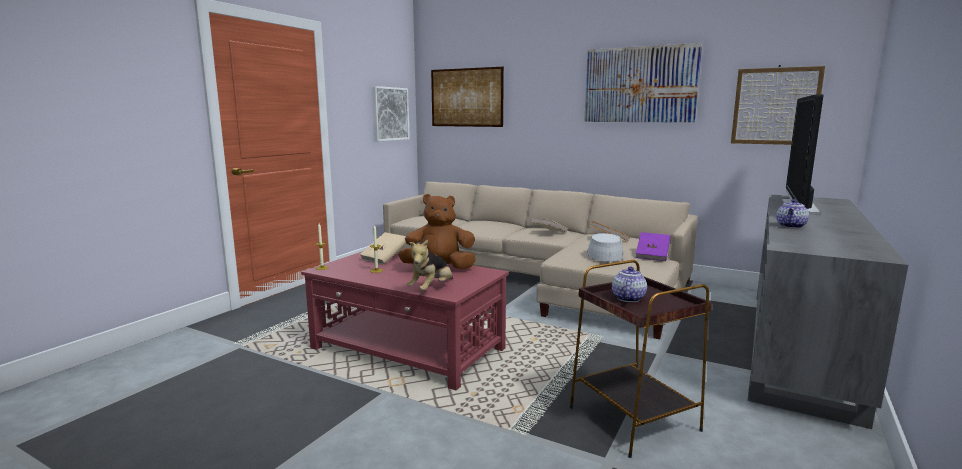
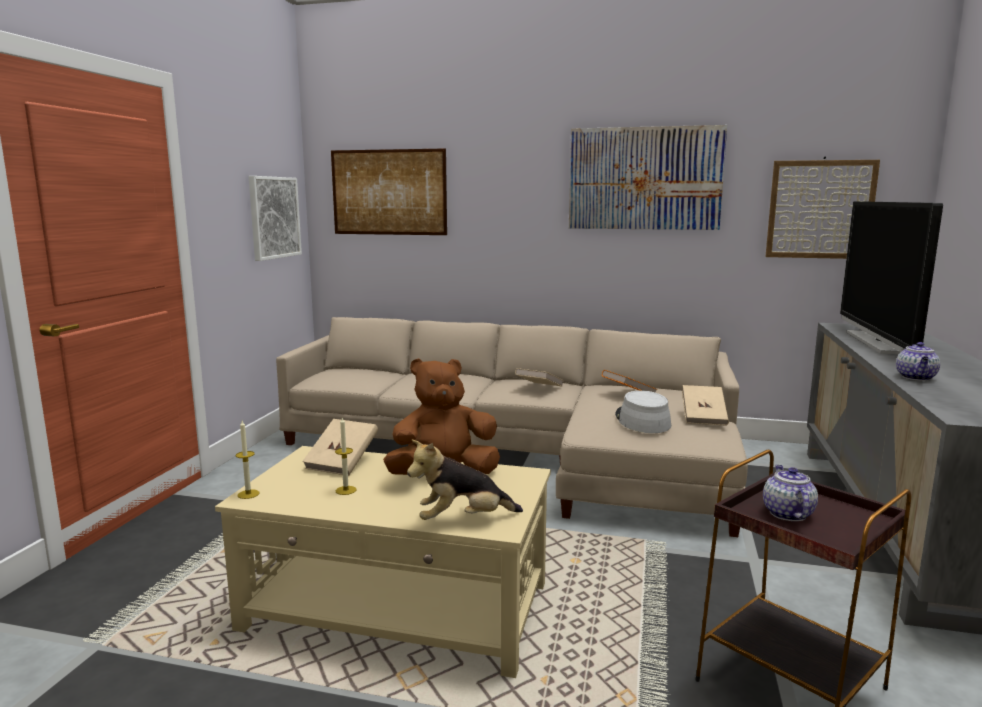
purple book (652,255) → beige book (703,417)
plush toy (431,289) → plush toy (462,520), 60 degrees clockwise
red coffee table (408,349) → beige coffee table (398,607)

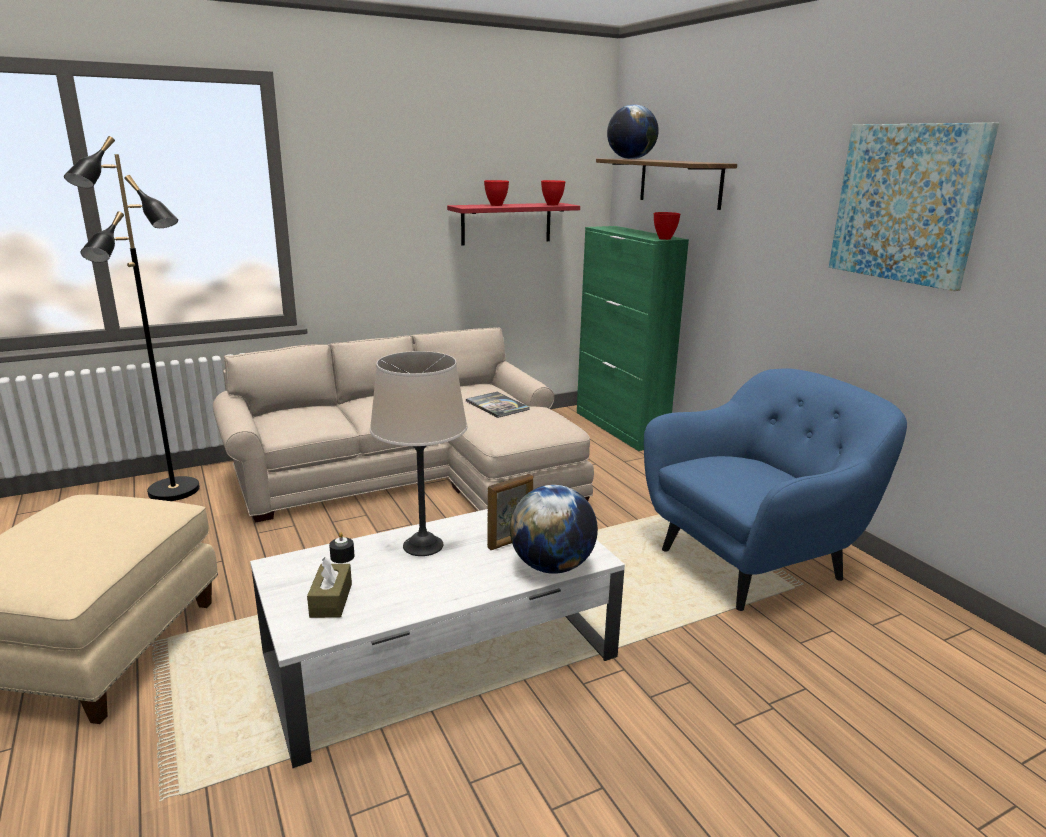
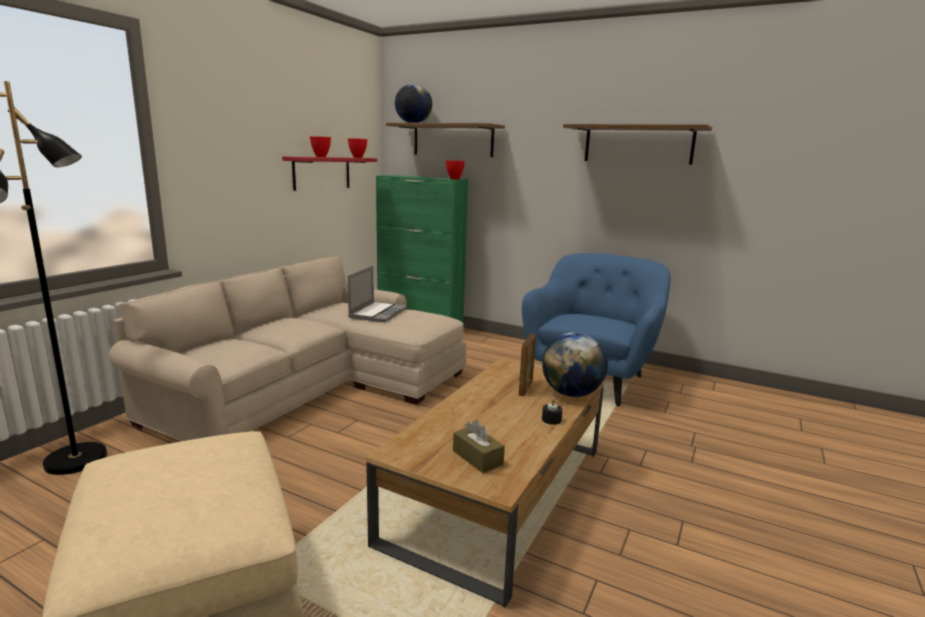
picture (906,203) → shelf (638,144)
beige table lamp (423,545) → -
book (497,405) → laptop (377,313)
white coffee table (442,654) → brown coffee table (500,491)
black candle (342,556) → black candle (551,419), move

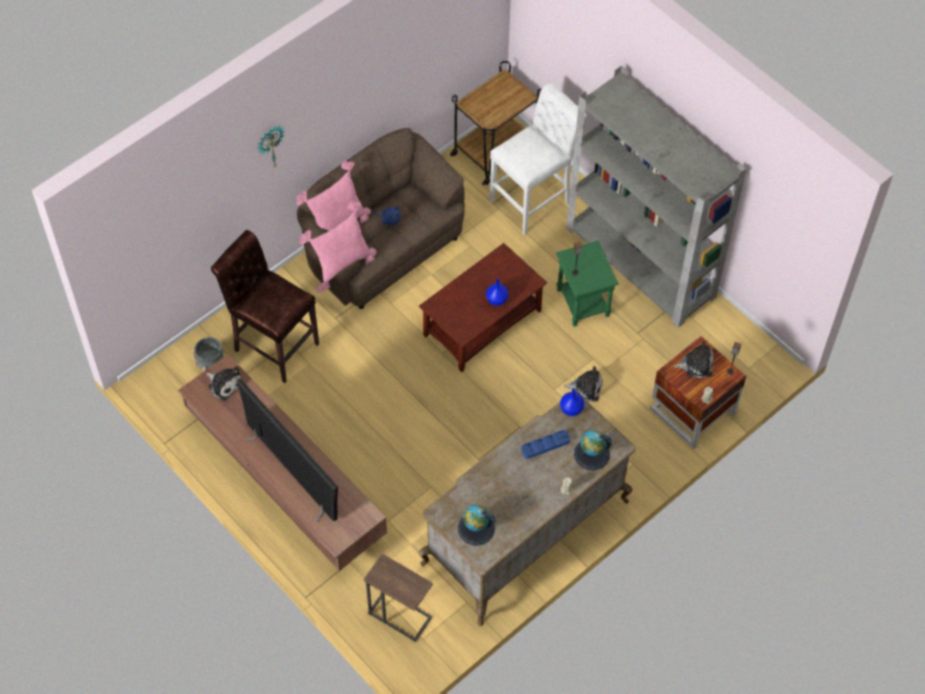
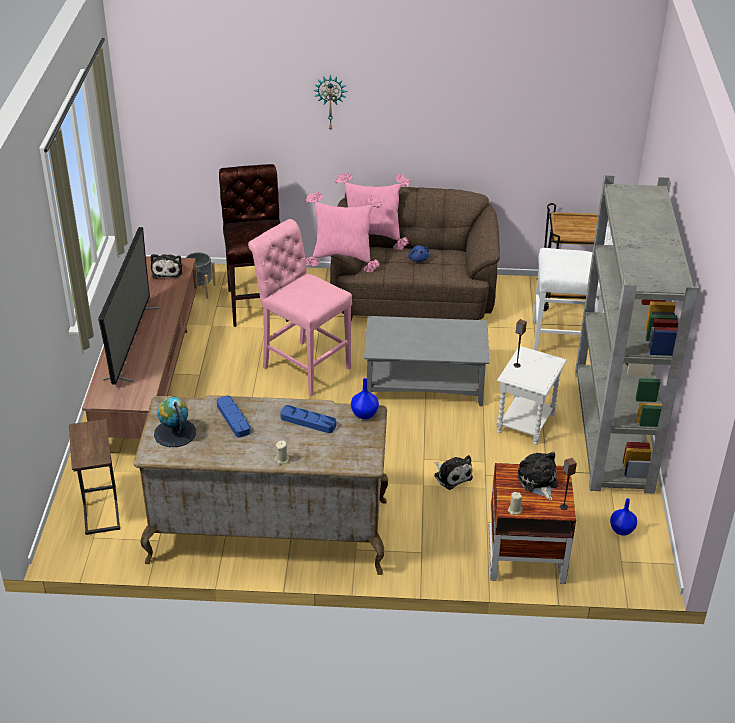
green side table (584,302) → white side table (527,423)
brown coffee table (483,322) → grey coffee table (425,384)
blue vase (497,300) → blue vase (621,530), move
plush toy (696,364) → plush toy (538,481), 150 degrees counterclockwise
globe (592,454) → -
- → pink stool (303,365)
- → blue tray (233,419)

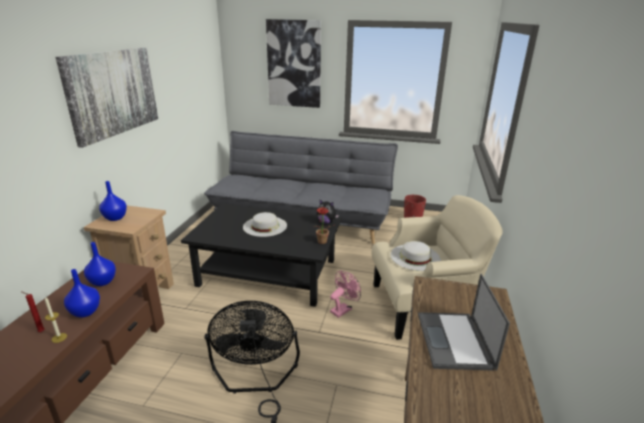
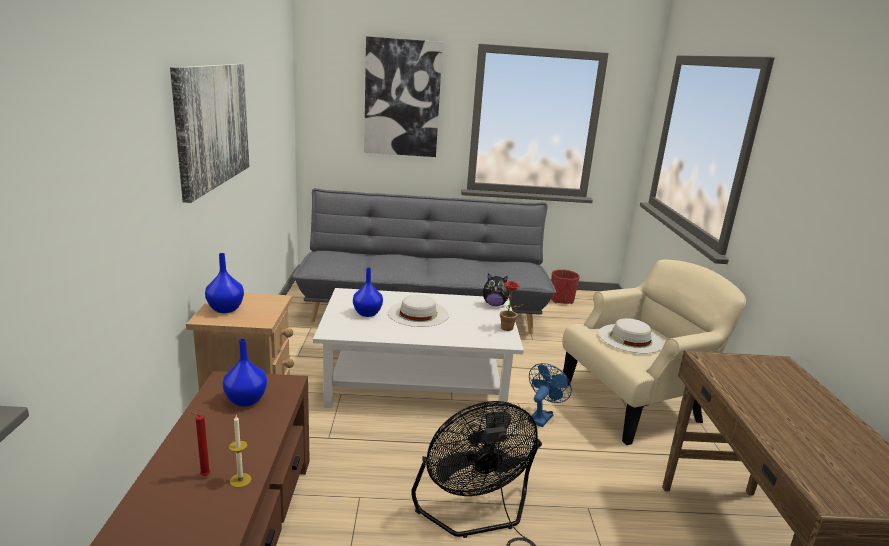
black coffee table (268,272) → white coffee table (417,380)
blue vase (86,311) → blue vase (367,313), move
pink fan (343,309) → blue fan (542,416)
laptop (455,341) → -

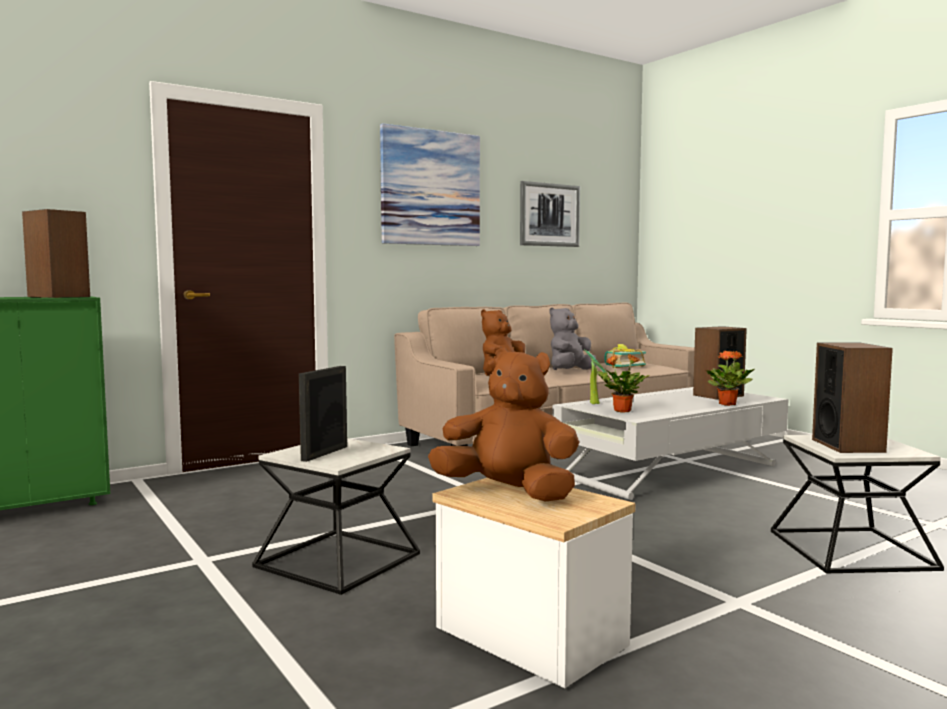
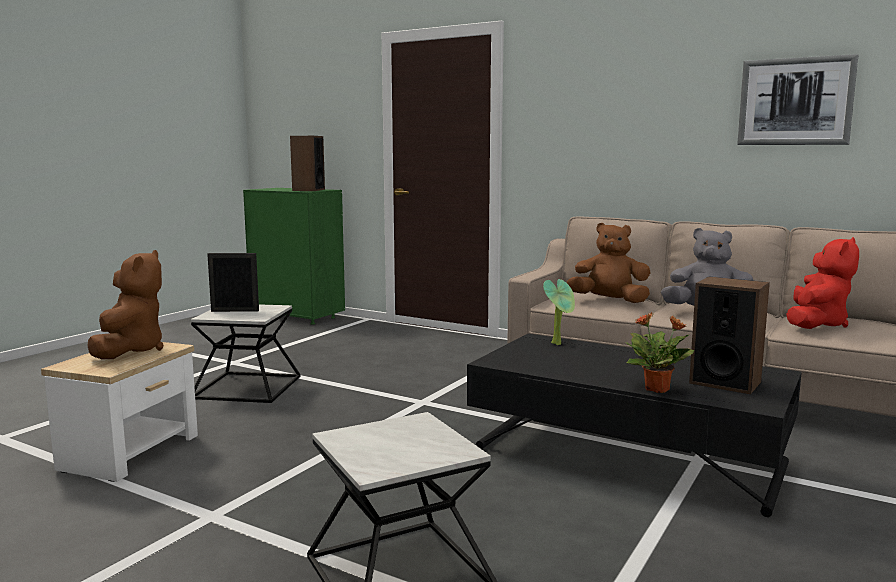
picture (430,188) → -
speaker (848,445) → -
book (622,366) → red plush toy (816,324)
potted plant (621,411) → -
white coffee table (672,471) → black coffee table (628,457)

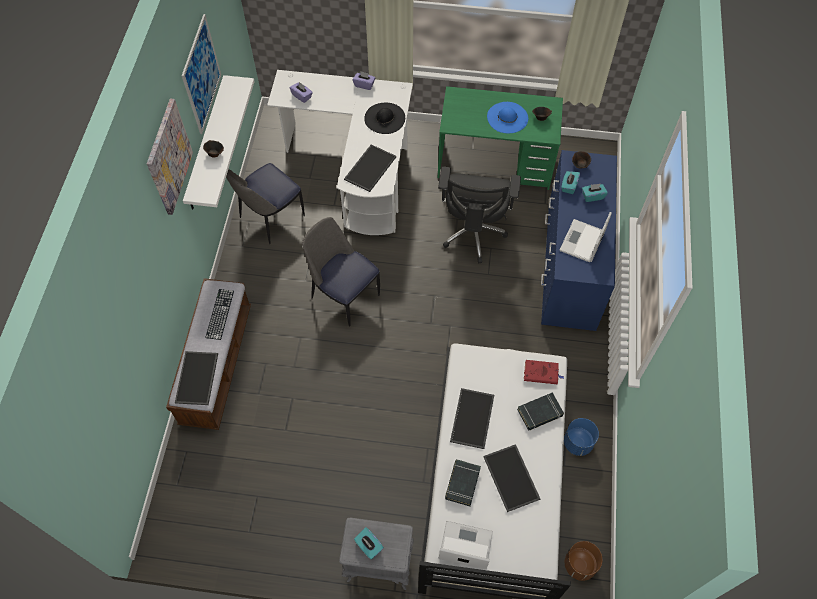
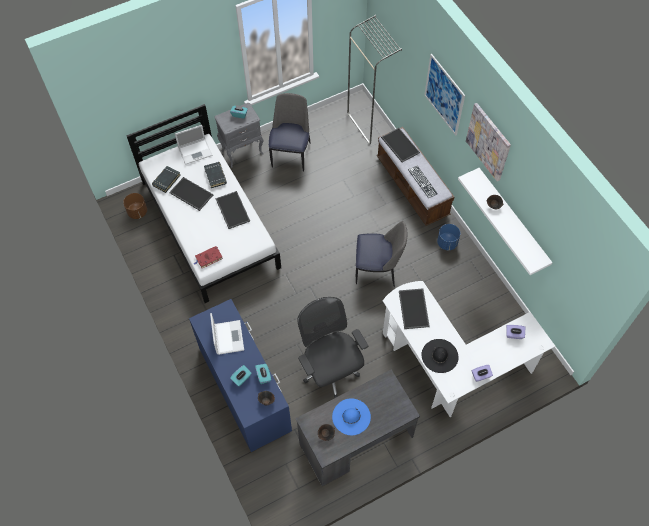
picture (201,75) → picture (444,95), move
green desk (495,164) → grey desk (356,440)
chair (270,218) → chair (291,154), move
black book (540,413) → black book (166,180), move
blue planter (577,442) → blue planter (447,243), move
- → grey clothes rack (369,124)

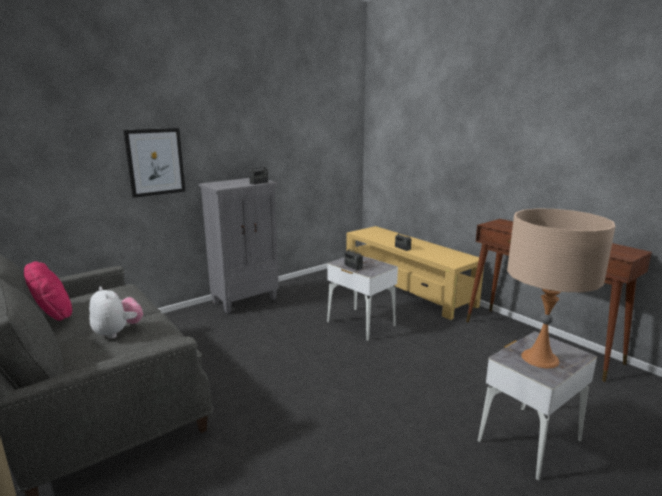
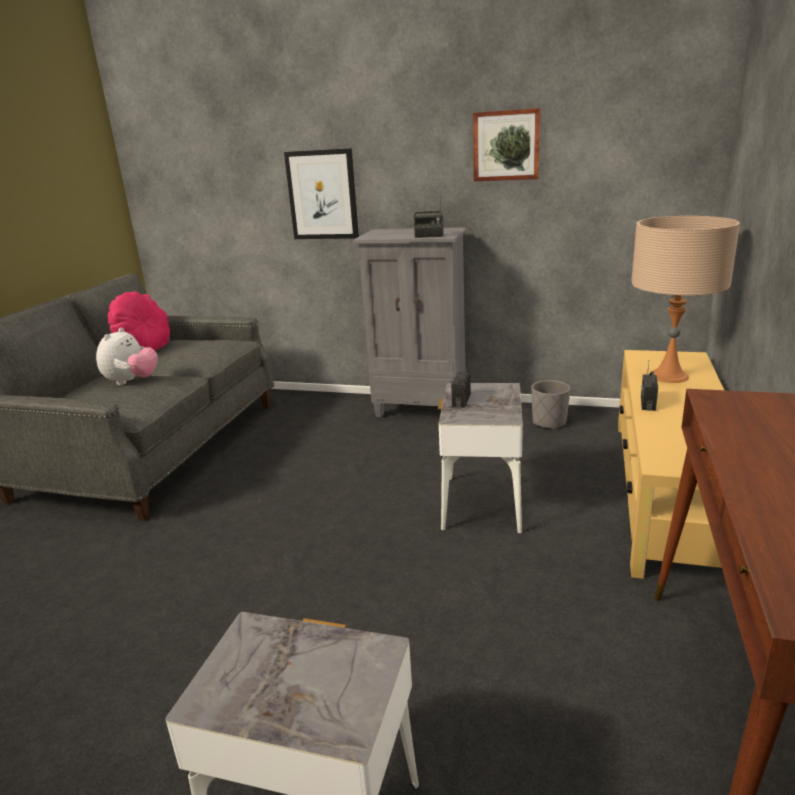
beige table lamp (540,358) → beige table lamp (668,376), move
- → picture (506,145)
- → grey planter (549,422)

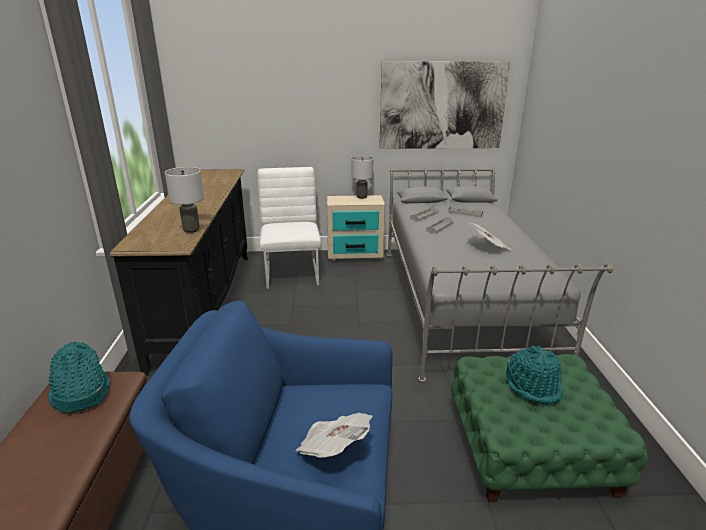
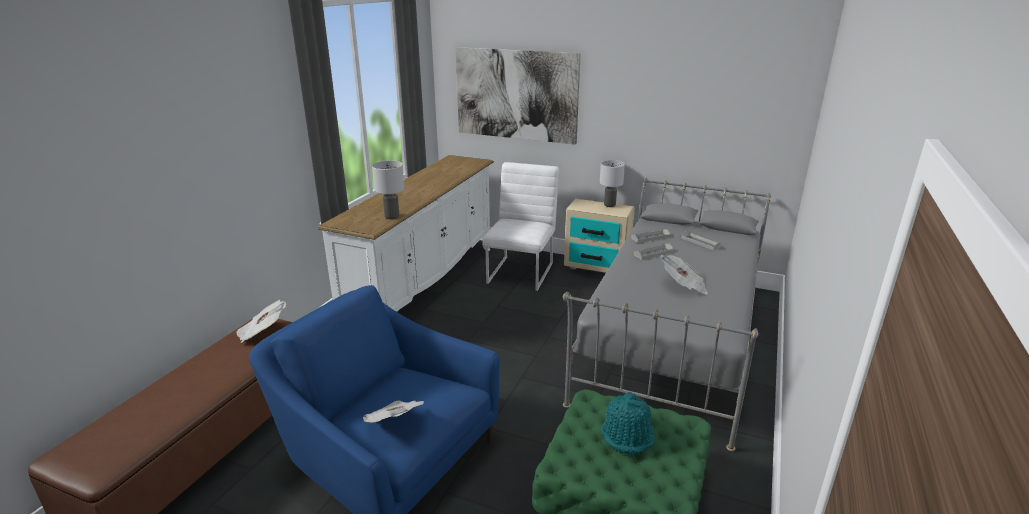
picture (442,106) → picture (516,94), move
black dresser (207,304) → white dresser (425,287)
turquoise hat (80,393) → newspaper (262,332)

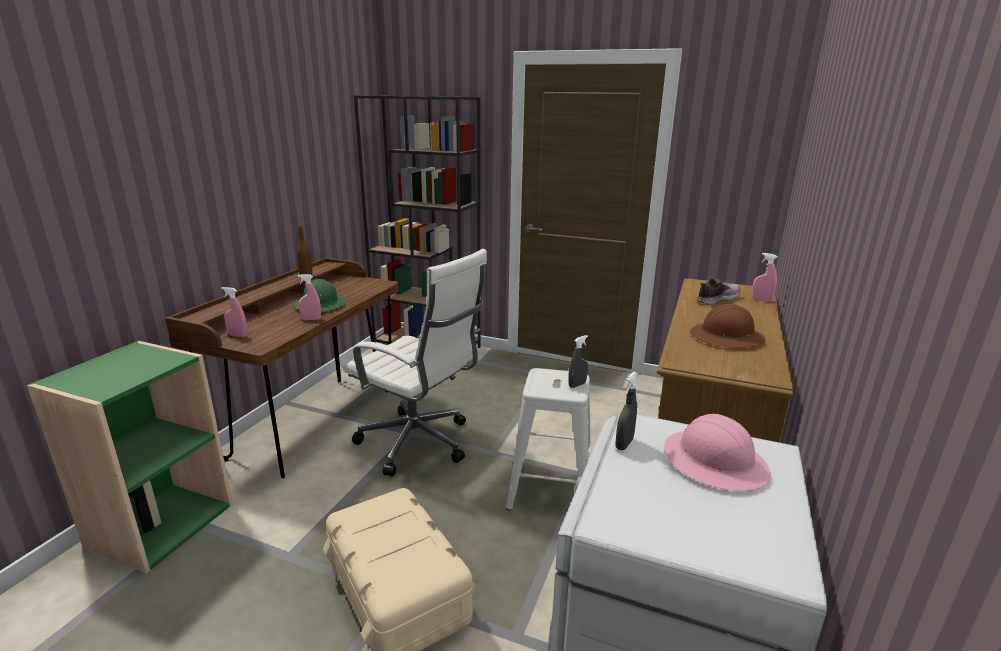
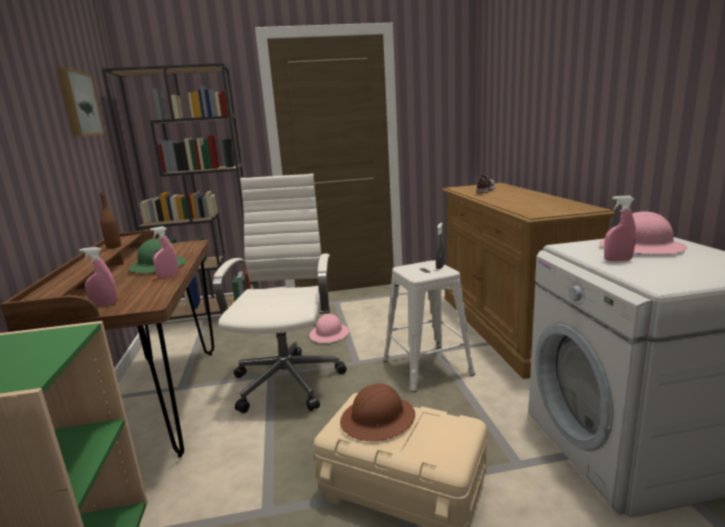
white office chair (419,444) → white office chair (288,379), 90 degrees counterclockwise
pink spray bottle (761,300) → pink spray bottle (617,260), move
brown hard hat (726,337) → brown hard hat (378,420), move
grey spray bottle (624,444) → -
- → picture (78,104)
- → pink hard hat (329,334)

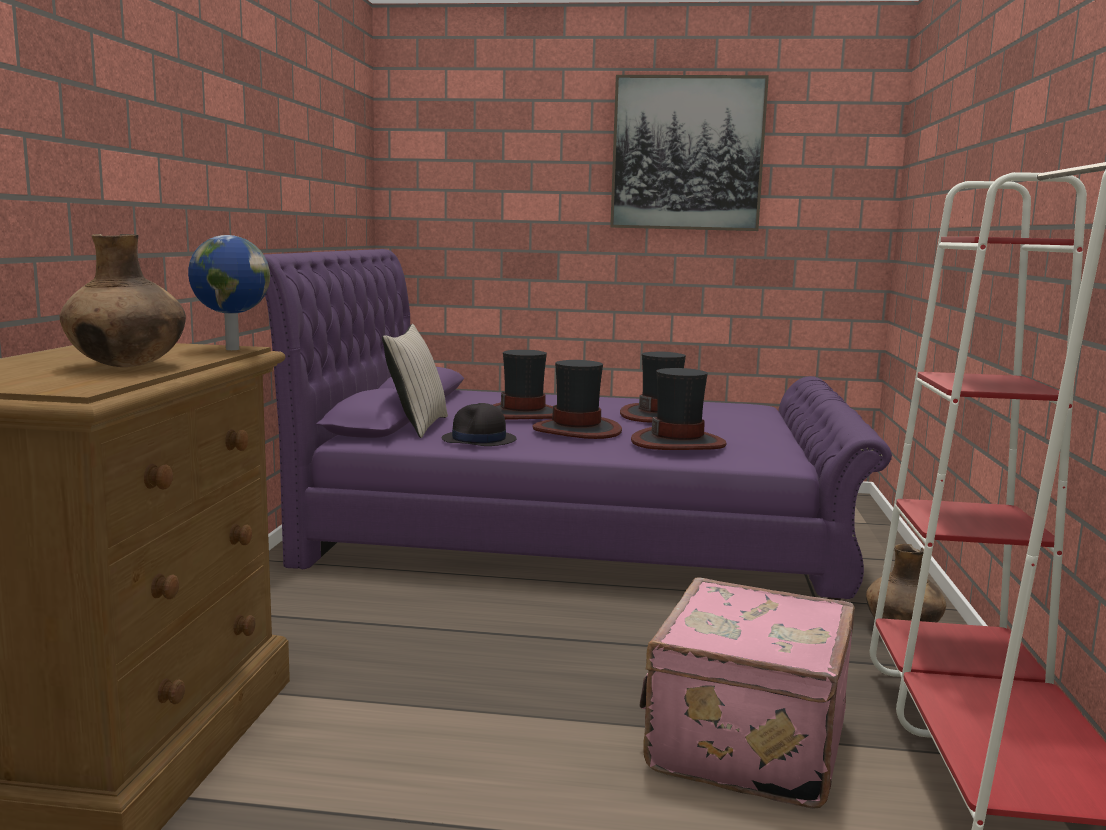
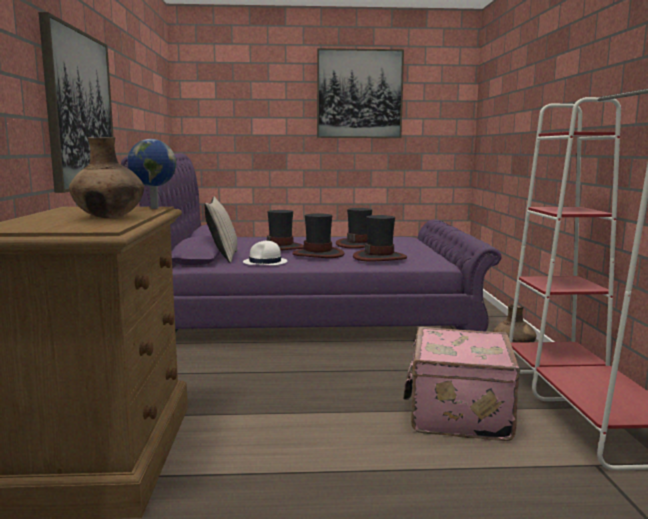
black hat (479,440) → white hat (265,262)
- → picture (79,111)

